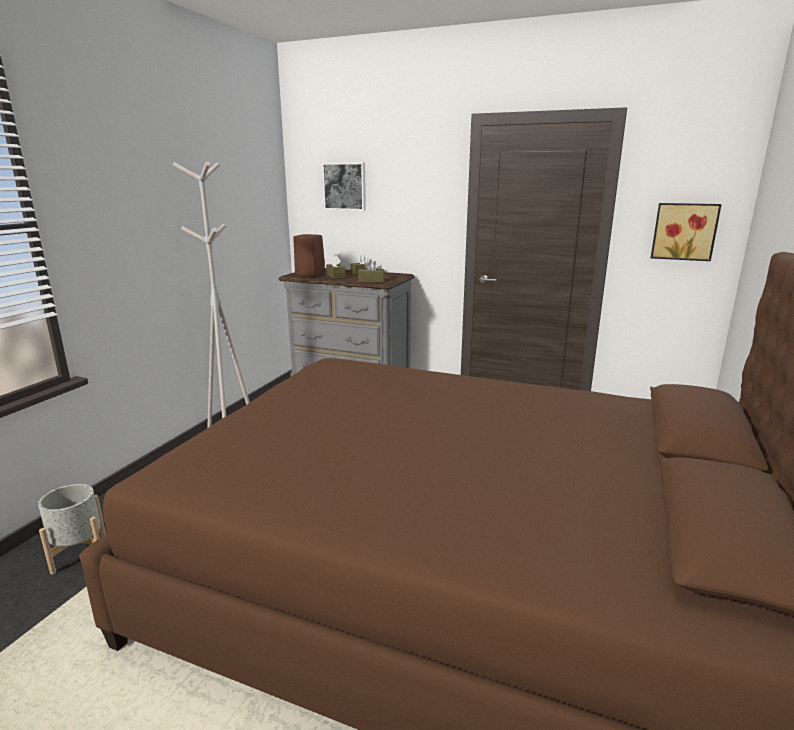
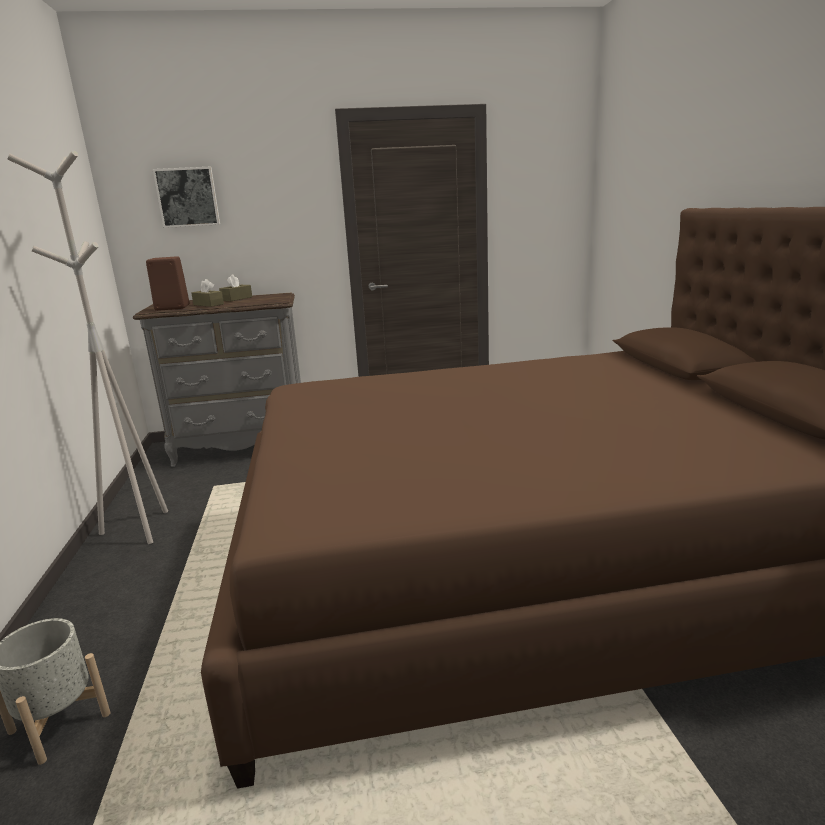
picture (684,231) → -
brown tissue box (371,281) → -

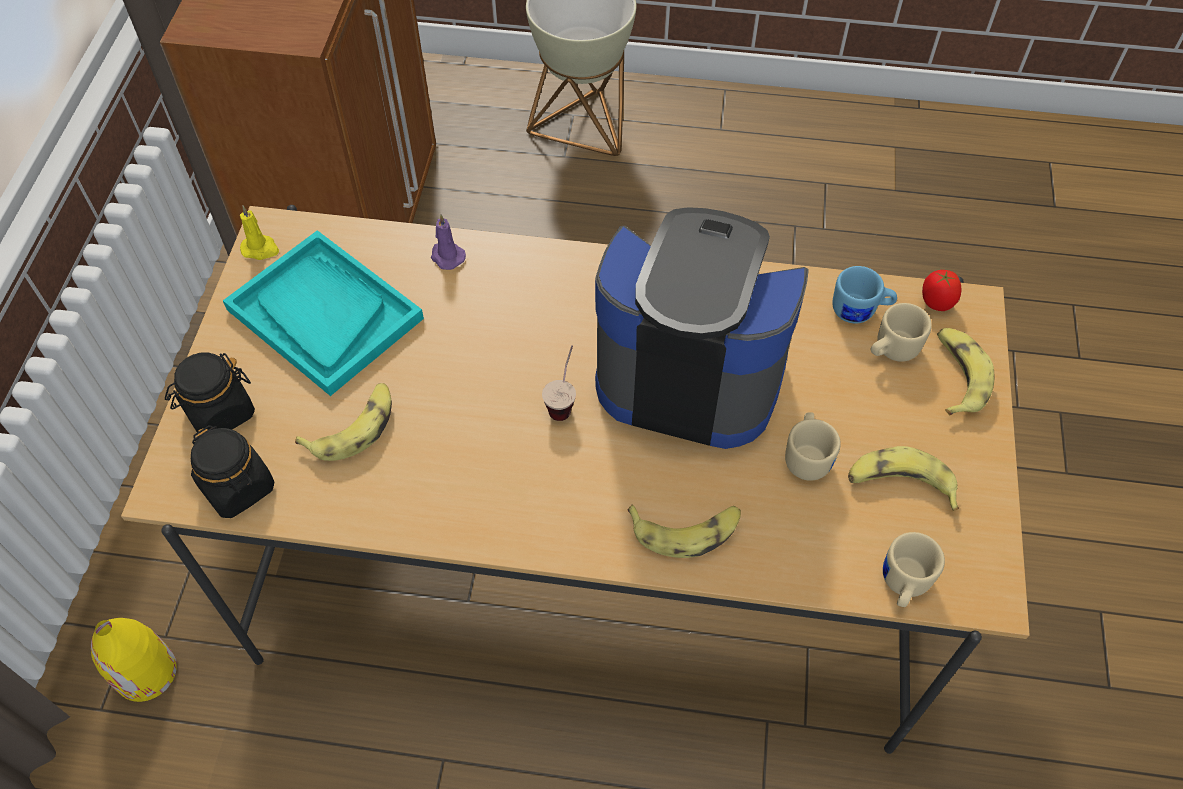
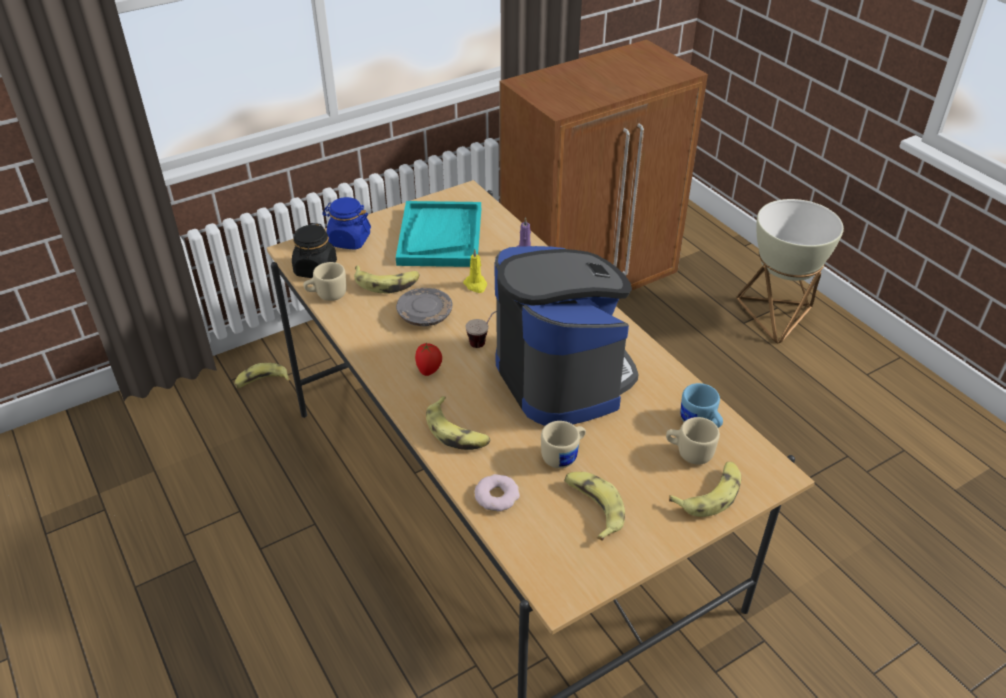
yellow candle (260,249) → yellow candle (476,285), move
tomato (935,303) → tomato (429,371), move
black jar (219,412) → blue jar (349,240)
beige mug (902,584) → beige mug (327,295), move
yellow vase (146,672) → banana (262,381)
- → grey plate (425,315)
- → donut (497,496)

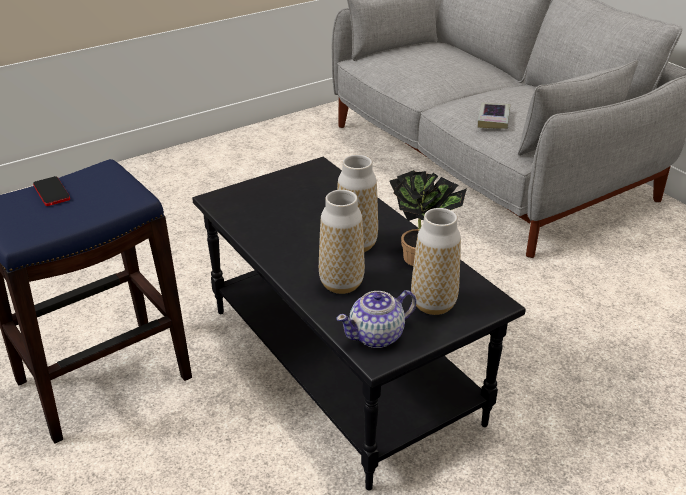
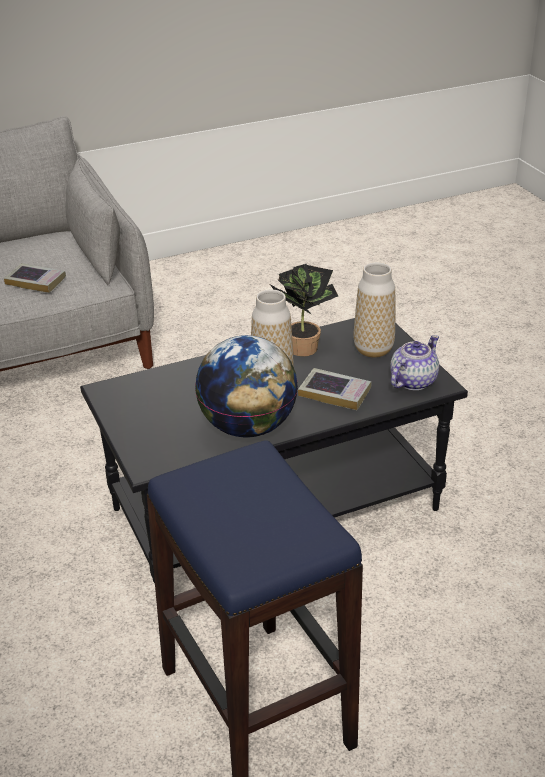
phone (51,192) → -
vase (341,284) → book (335,393)
teapot (377,336) → teapot (412,381), 120 degrees counterclockwise
- → globe (247,427)

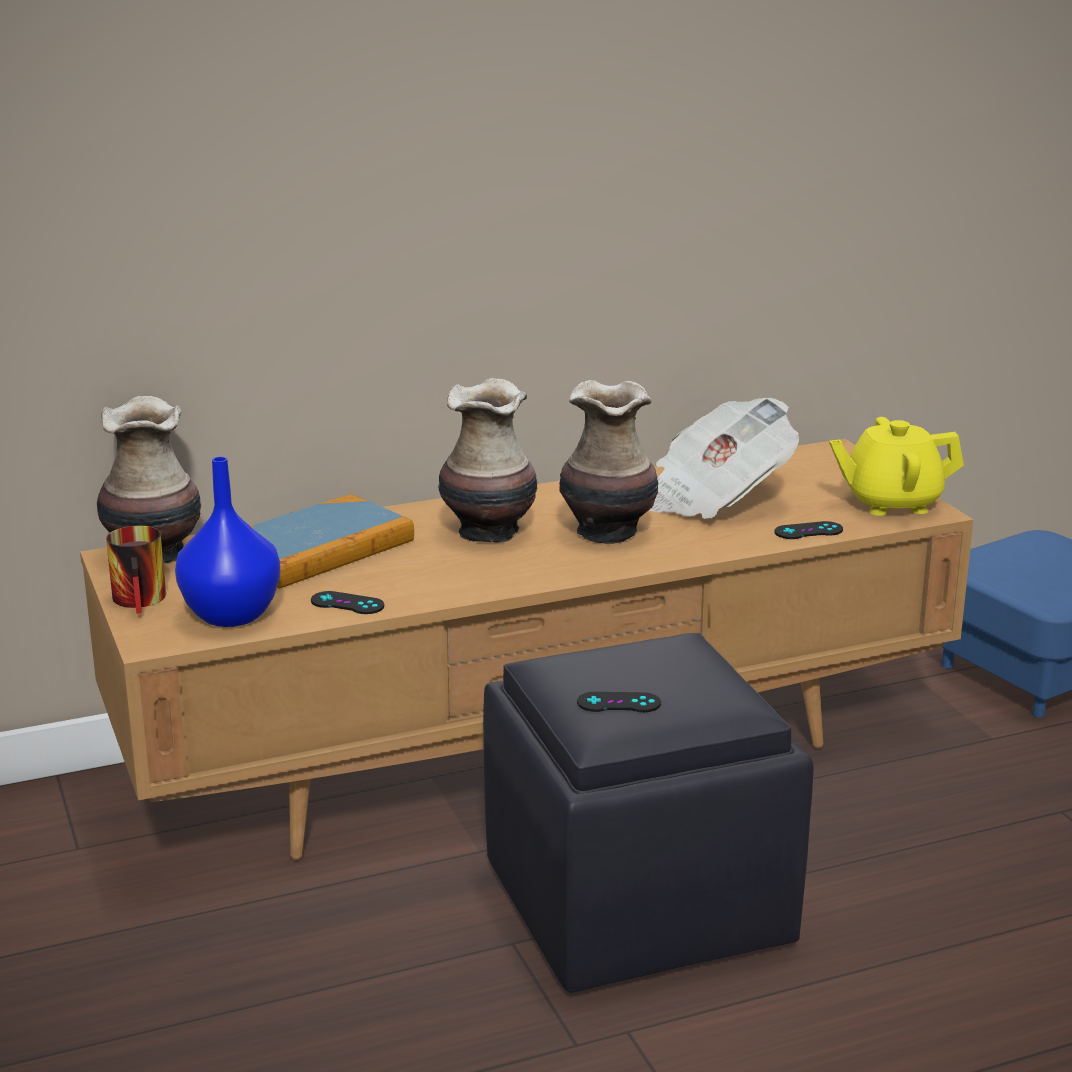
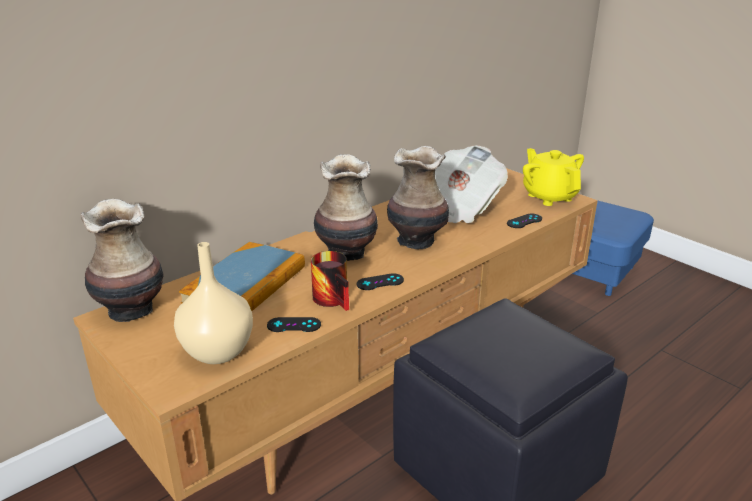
yellow teapot (891,503) → yellow teapot (549,197), 90 degrees clockwise
blue vase (230,614) → beige vase (216,351)
mug (144,600) → mug (336,299), move
black game controller (619,703) → black game controller (380,282), move

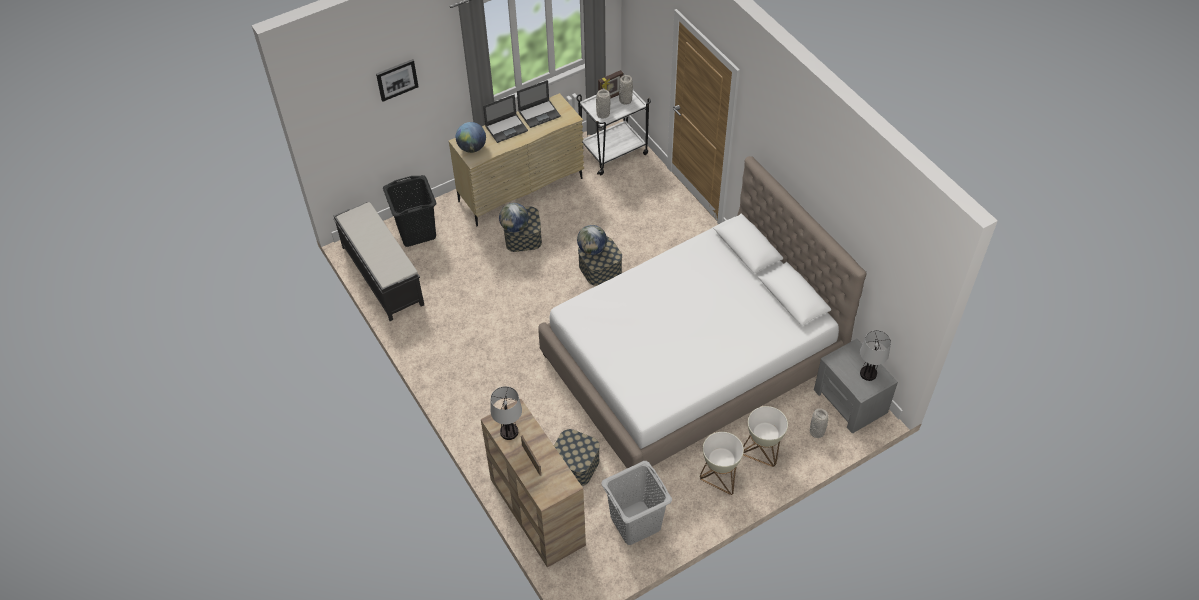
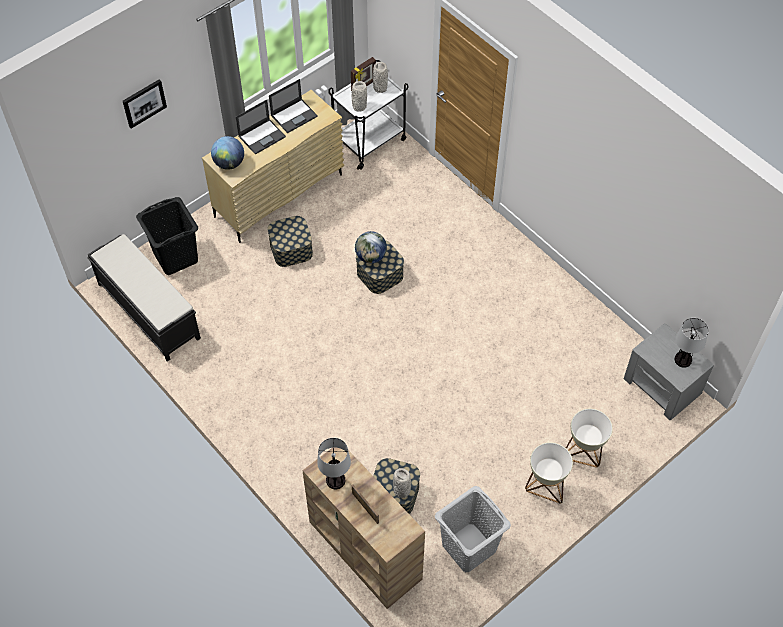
white bed (692,360) → -
globe (514,227) → -
grey vase (817,432) → grey vase (402,491), move

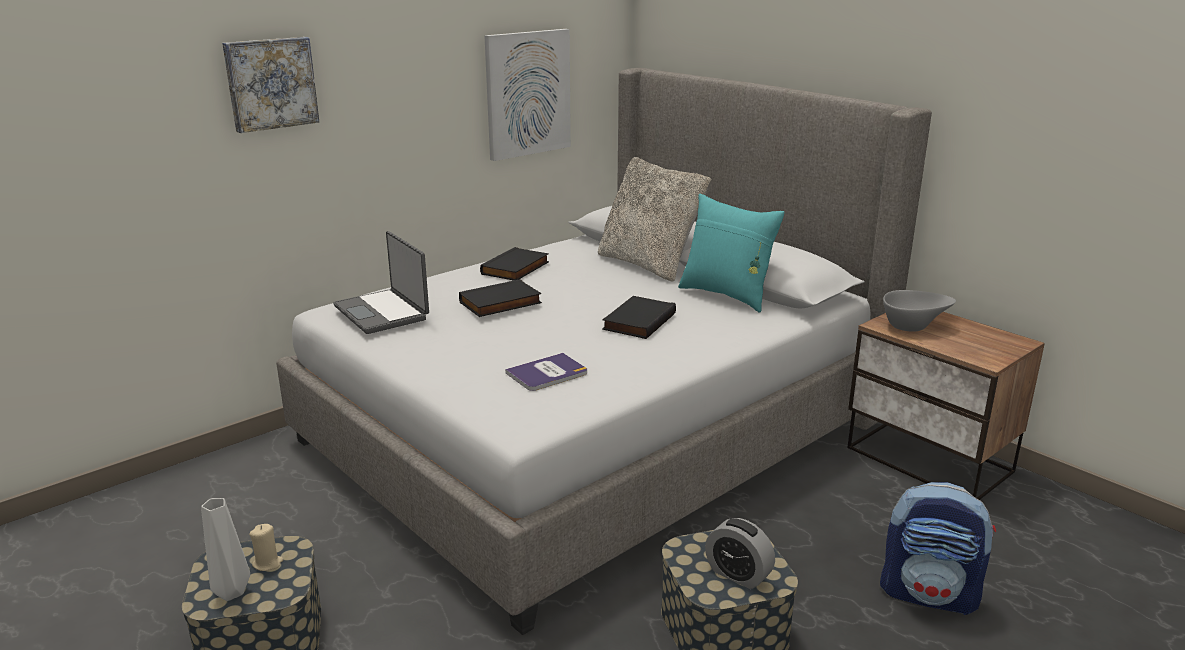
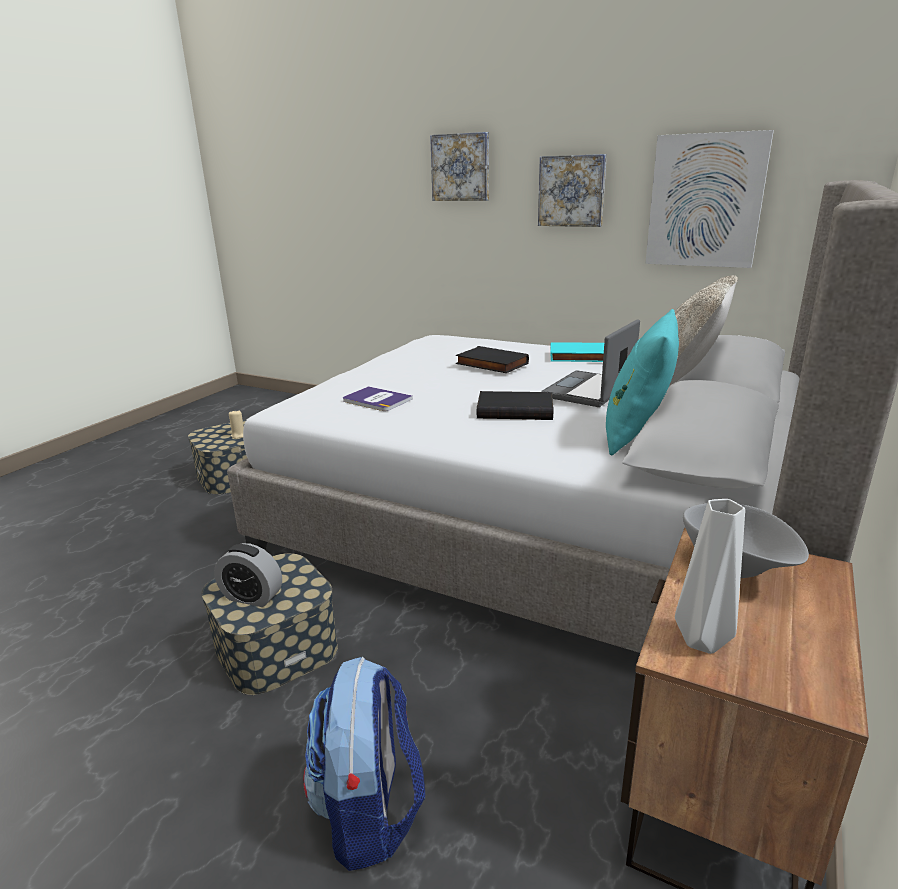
laptop (383,312) → laptop (590,391), move
black book (516,268) → turquoise book (579,357)
grey vase (232,591) → grey vase (704,640), move
alarm clock (738,574) → alarm clock (252,597), 90 degrees counterclockwise
- → picture (572,191)

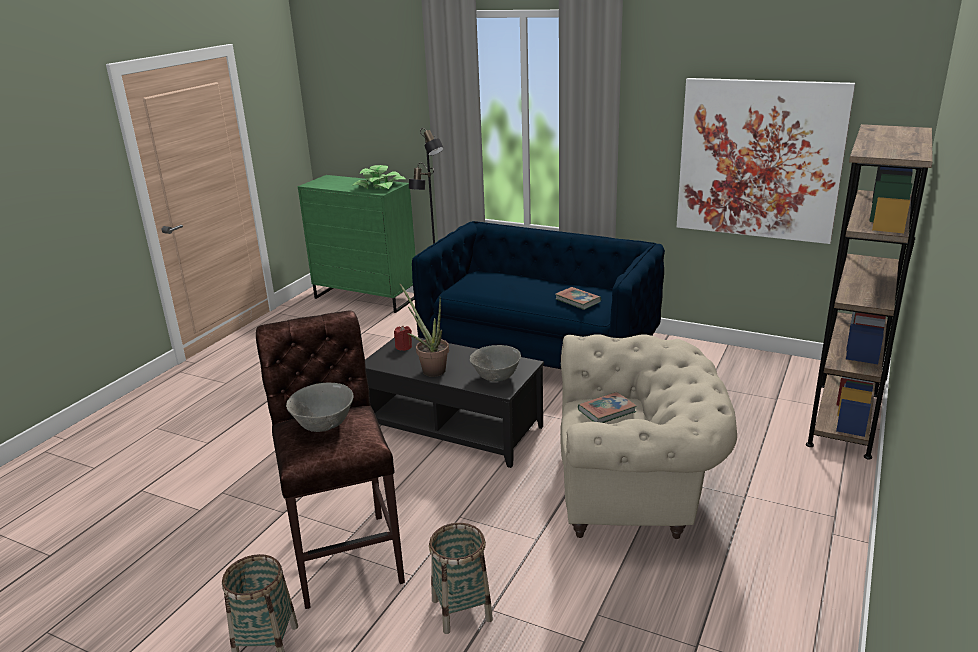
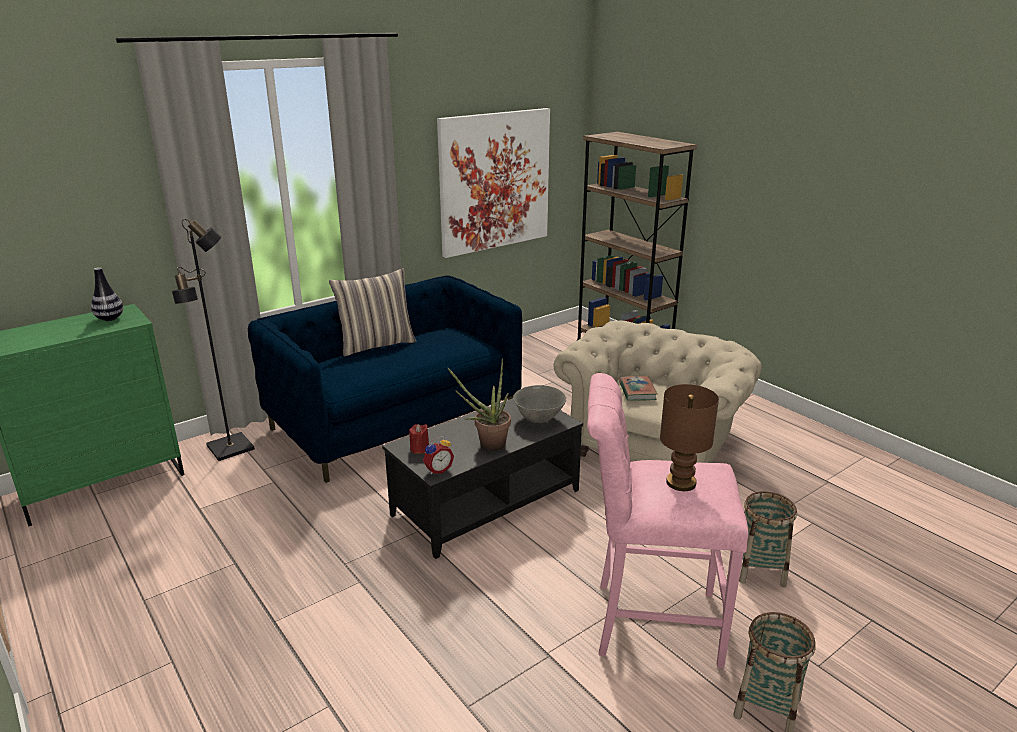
potted plant (379,186) → vase (110,318)
book (578,301) → -
brown stool (346,552) → pink stool (648,621)
grey bowl (324,426) → brown table lamp (681,482)
- → pillow (376,344)
- → alarm clock (437,469)

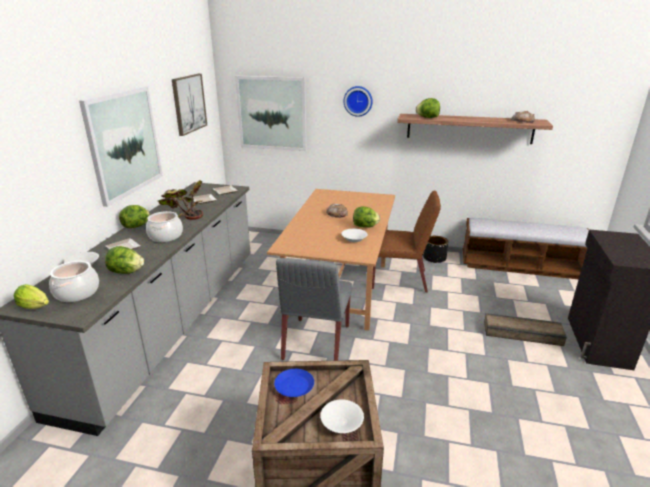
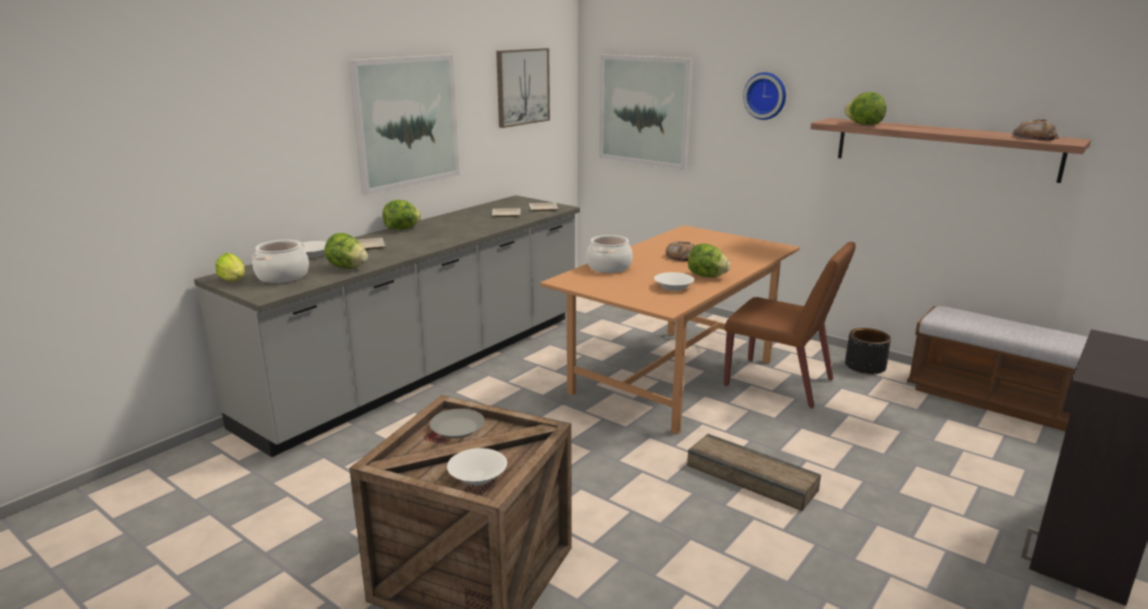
potted plant (184,214) → -
cooking pot (166,236) → cooking pot (609,267), move
grey chair (316,343) → -
crate (522,332) → crate (751,476), move
blue plate (294,386) → grey plate (457,428)

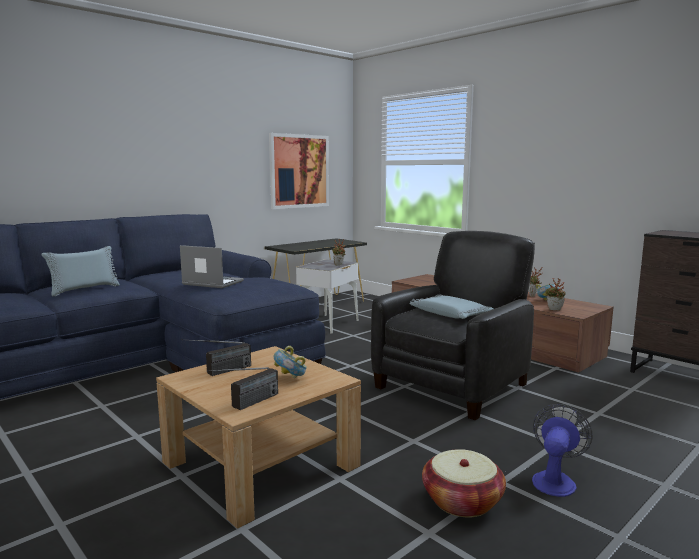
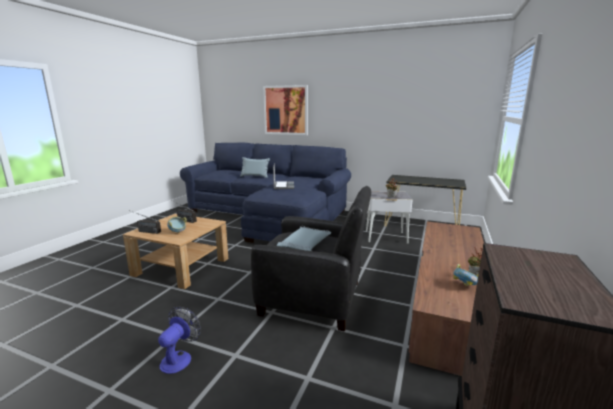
picture (299,171) → picture (286,110), move
potted plant (554,310) → -
fan (555,480) → fan (179,358), 75 degrees counterclockwise
basket (462,501) → -

